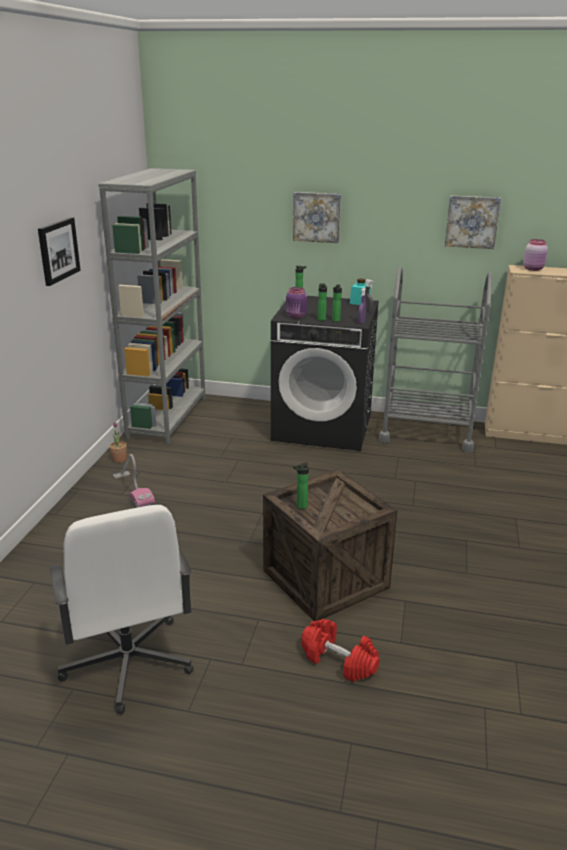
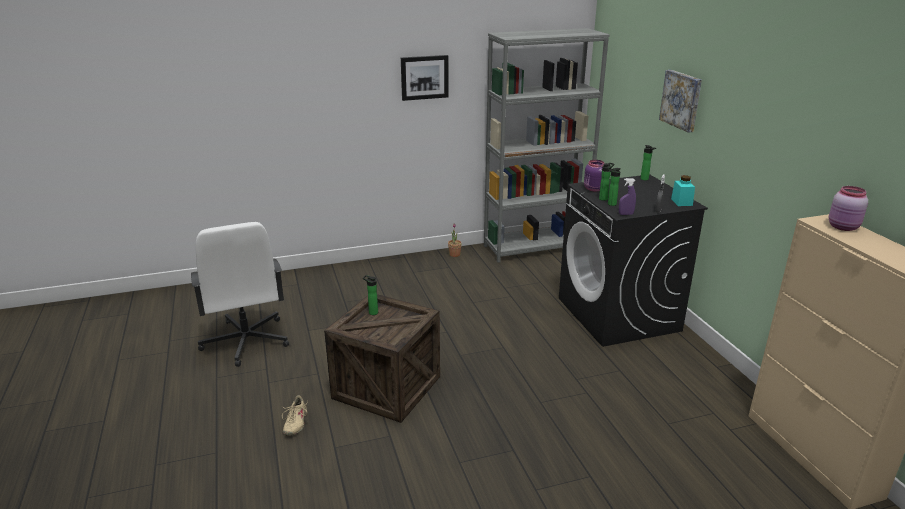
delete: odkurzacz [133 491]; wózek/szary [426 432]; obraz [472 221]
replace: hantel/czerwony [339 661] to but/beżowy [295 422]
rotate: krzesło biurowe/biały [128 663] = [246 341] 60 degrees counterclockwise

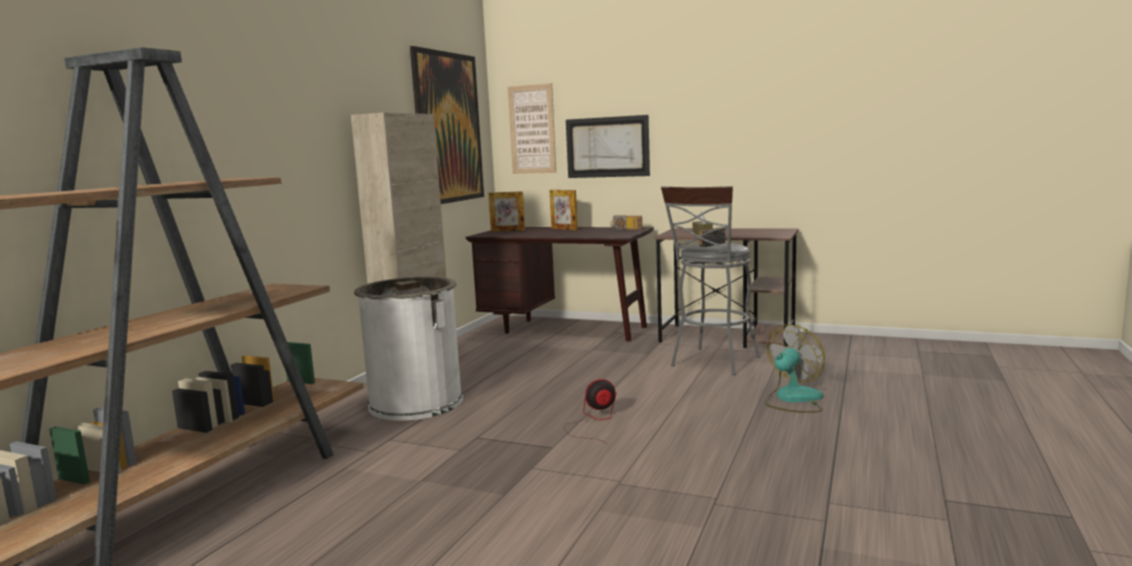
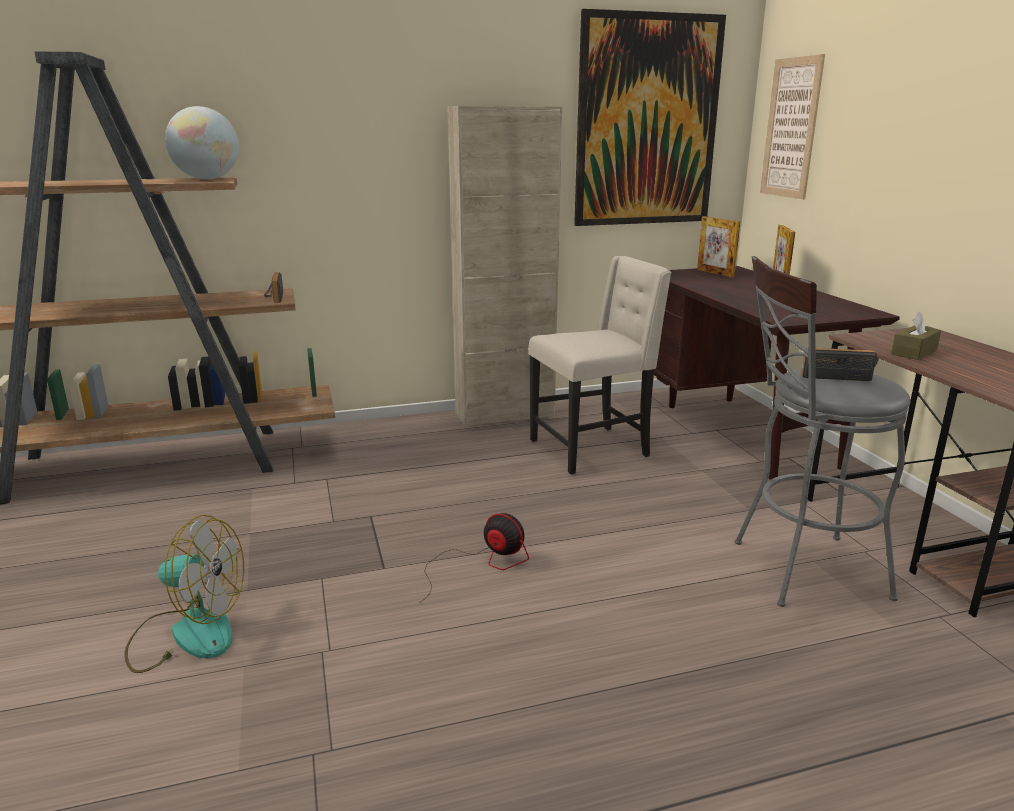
delete: kosz na śmieci/biały [416 402]; obraz [607 147]
insert: globus [207 179]; krzesło/beżowy [591 449]
move: radio [625 229] to [273 297]; wentylator [792 399] to [187 633]

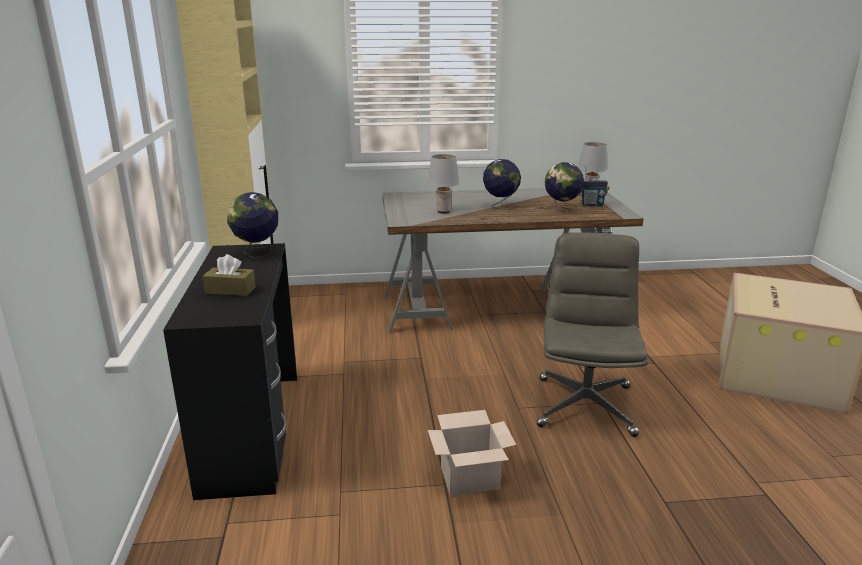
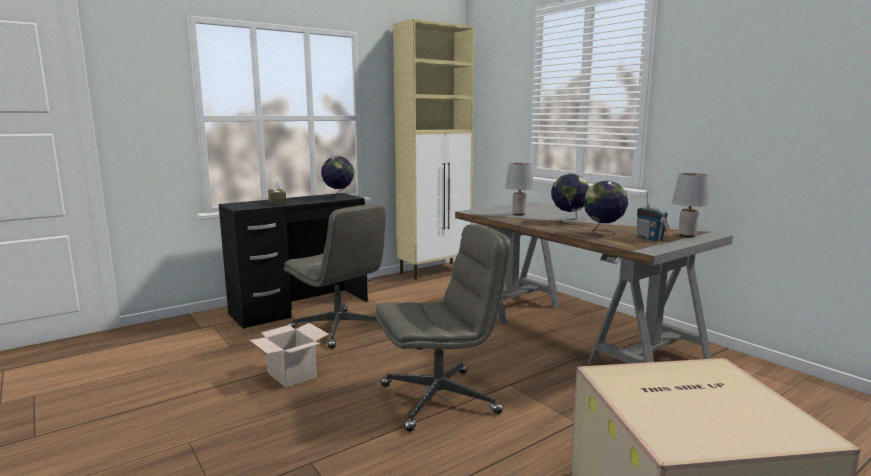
insert: krzesło biurowe/szary [339 329]

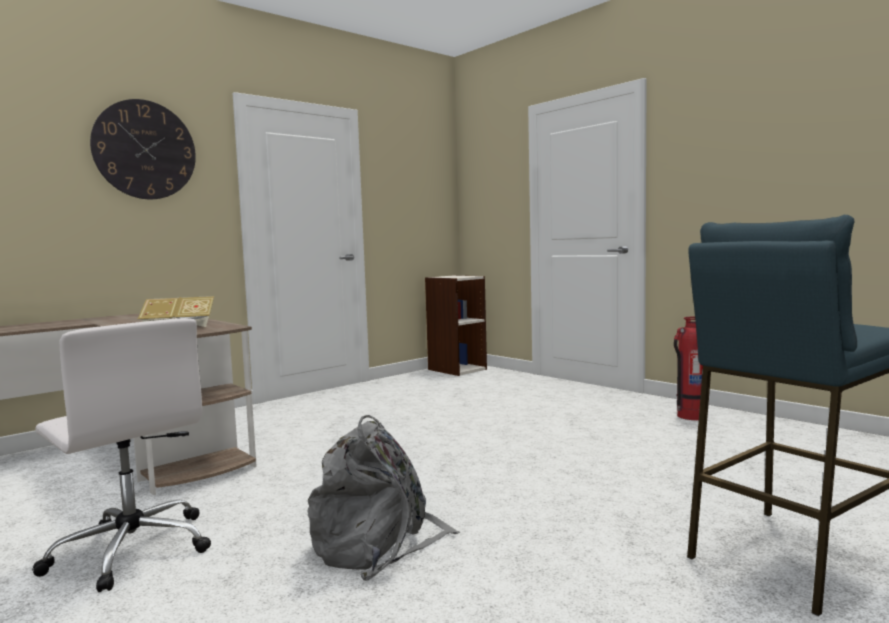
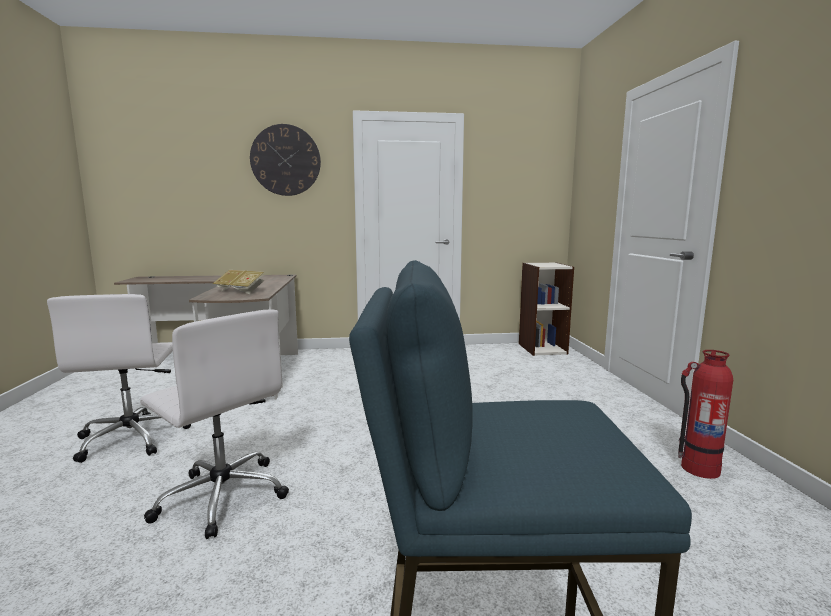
replace: plecak/szary [379 545] to krzesło biurowe/biały [222 496]

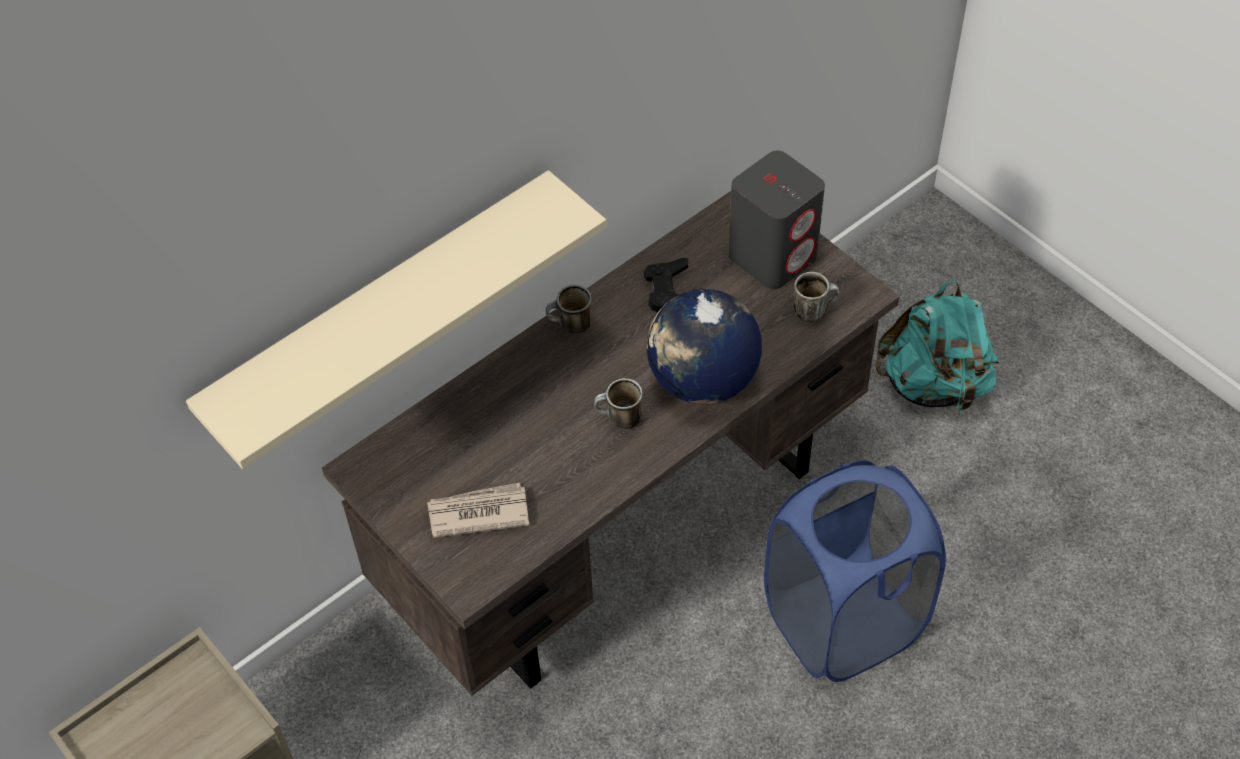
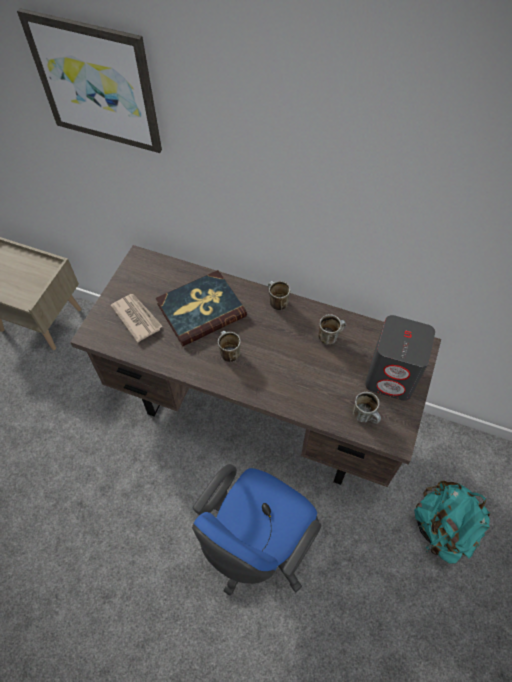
delete: półka/beżowy [382 310]; globus [702 381]
insert: obraz [97 83]; książka [201 310]
replace: pad do gier/czarny [669 291] to kubek [330 336]; kosz na pranie/niebieski [843 622] to krzesło biurowe/niebieski [257 546]

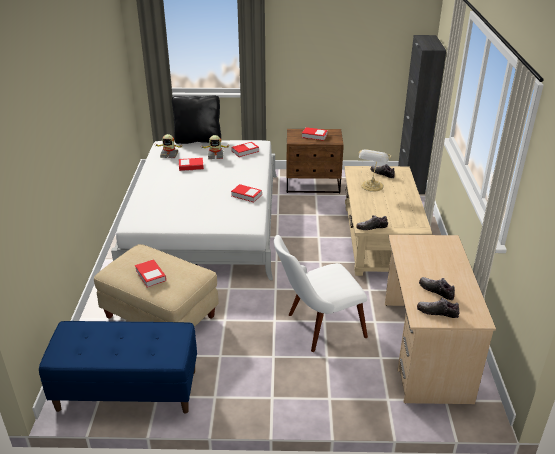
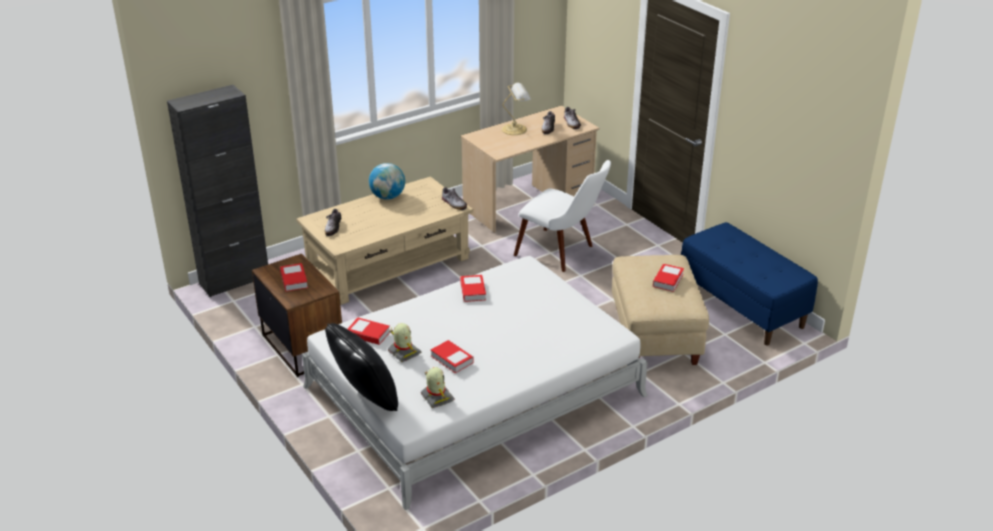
insert: globus [388 197]
move: lampa stołowa [372 186] to [515 129]

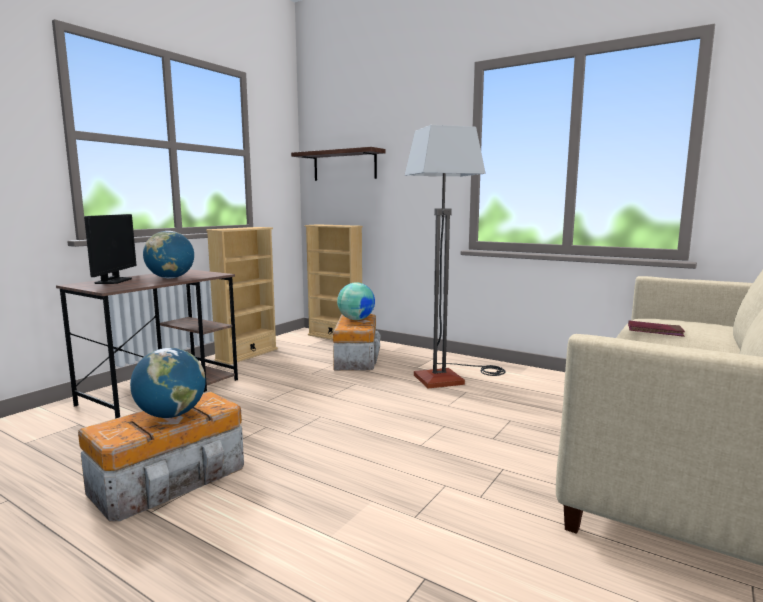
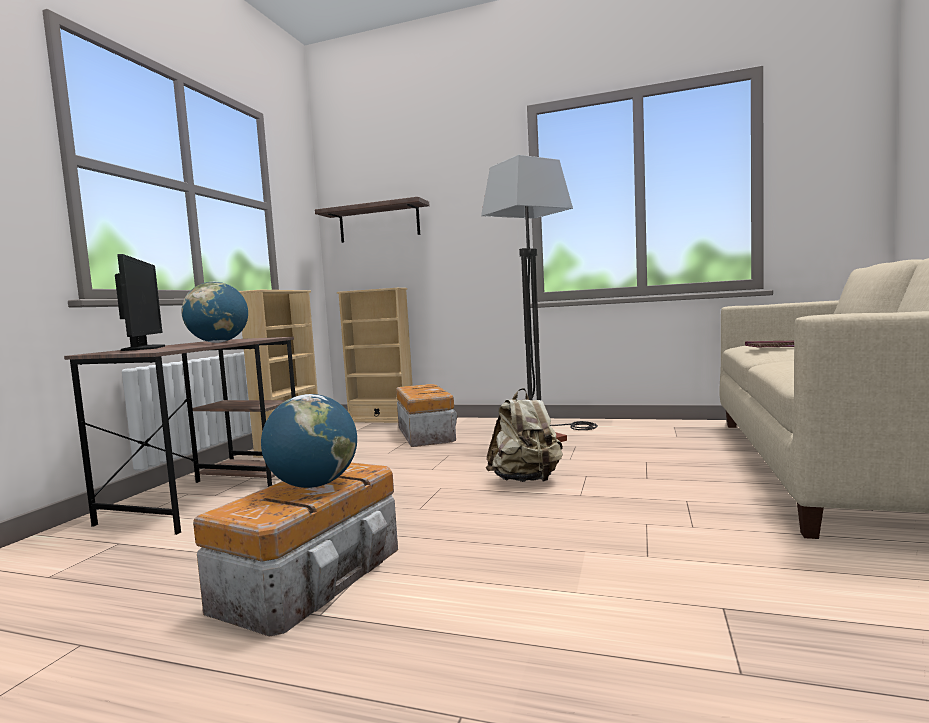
delete: globus [356 319]
insert: plecak/beżowy [526 480]

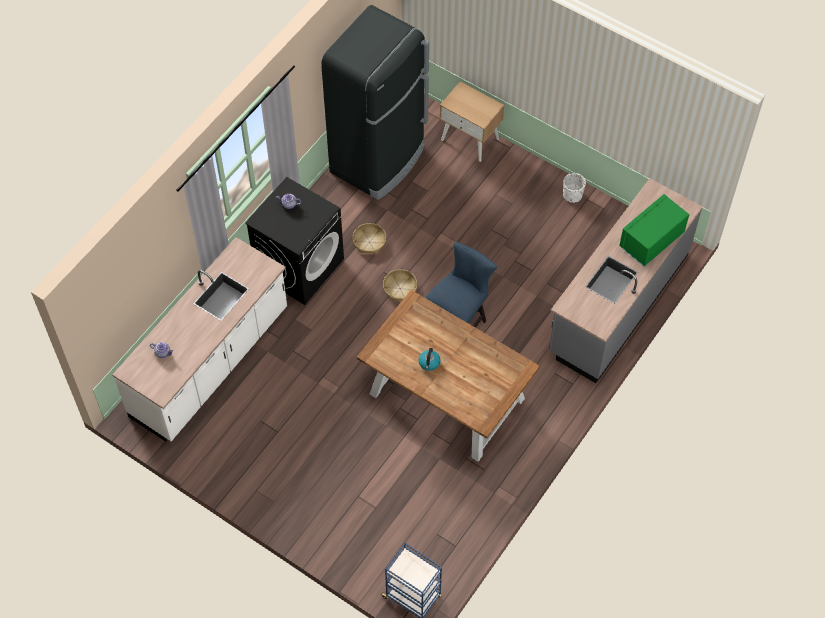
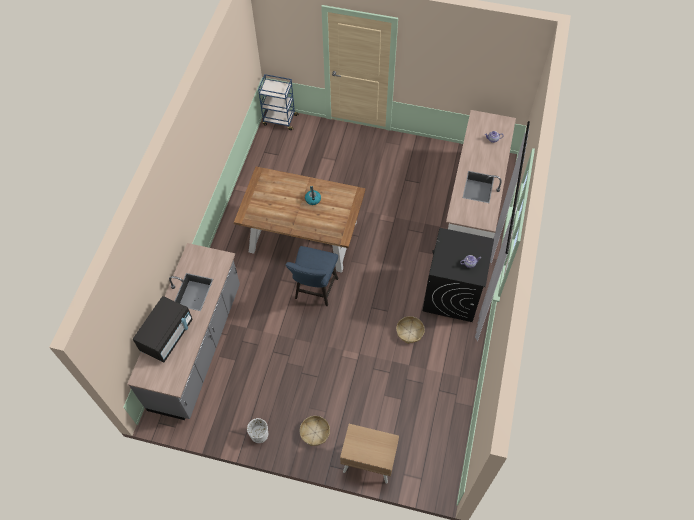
delete: lodówka/czarny [378 160]
move: koszyk [400 288] to [315 432]
recolor: mikrofalówka/zielony [651 240] to mikrofalówka/czarny [167 336]

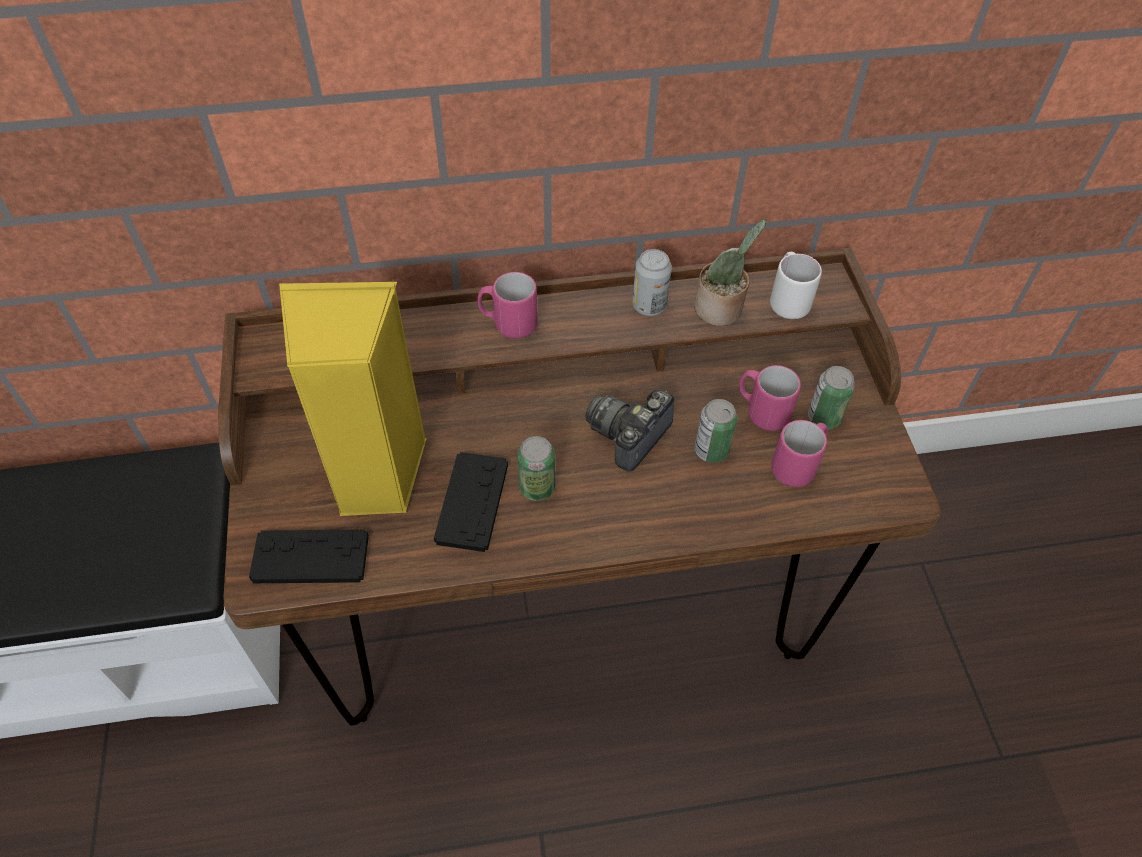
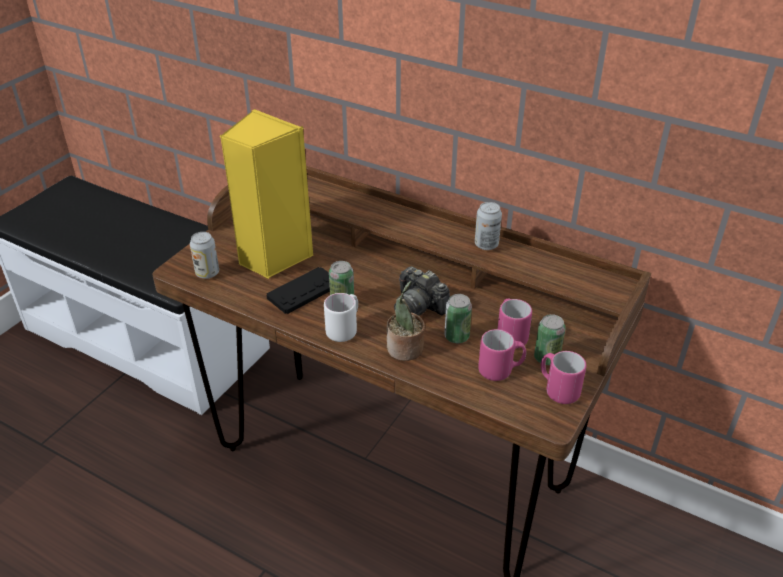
move: kubek/różowy [508 324] to [557 390]; roślina doniczkowa [721 310] to [405 350]; kubek/biały [787 300] to [344 329]
replace: pad do gier/czarny [310 558] to puszka [207 273]
rotate: aparat fotograficzny [630 435] = [418 307] 120 degrees counterclockwise

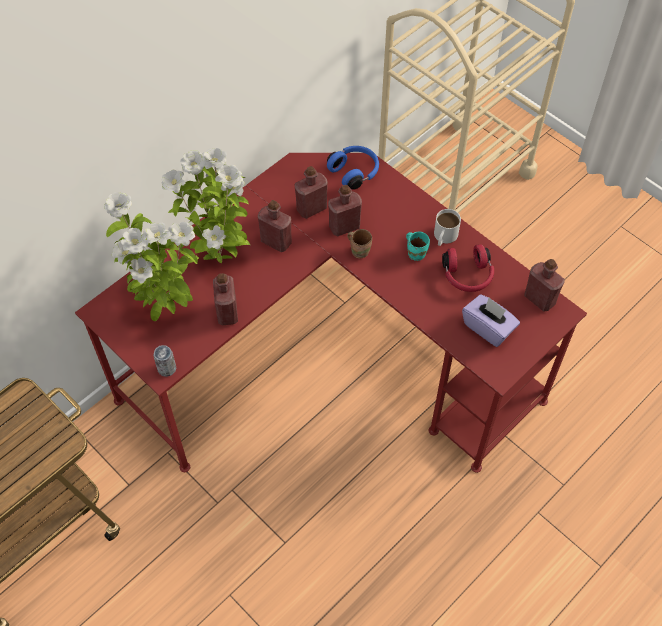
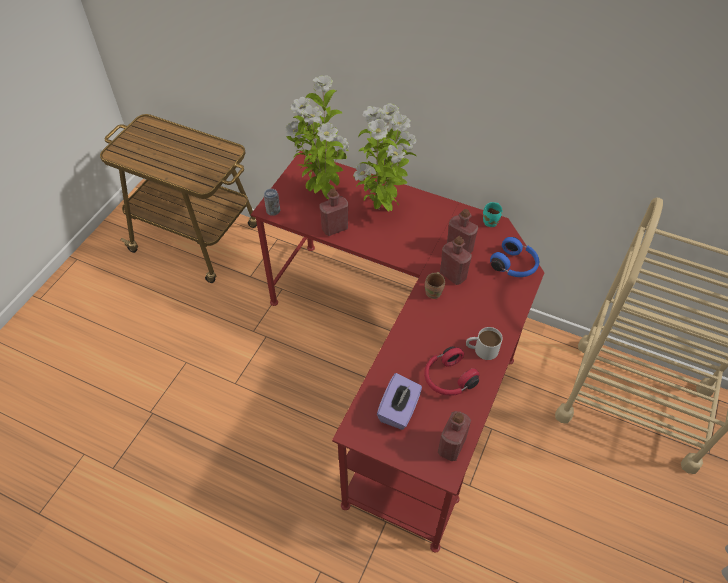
delete: butelka/czerwony [276 241]
move: kubek/turkusowy [416 253] to [491 222]

